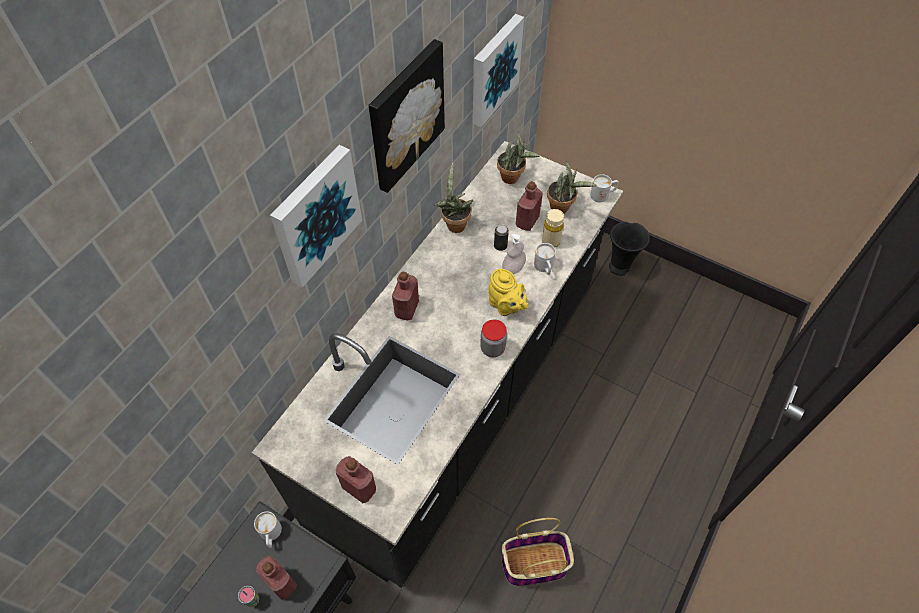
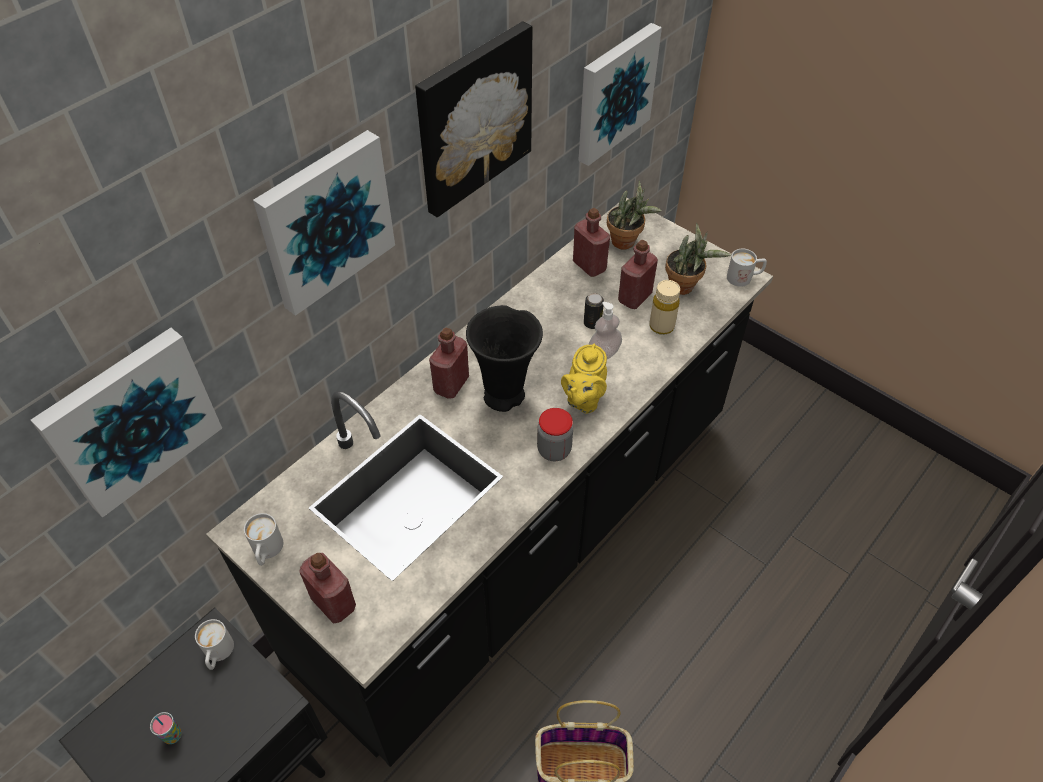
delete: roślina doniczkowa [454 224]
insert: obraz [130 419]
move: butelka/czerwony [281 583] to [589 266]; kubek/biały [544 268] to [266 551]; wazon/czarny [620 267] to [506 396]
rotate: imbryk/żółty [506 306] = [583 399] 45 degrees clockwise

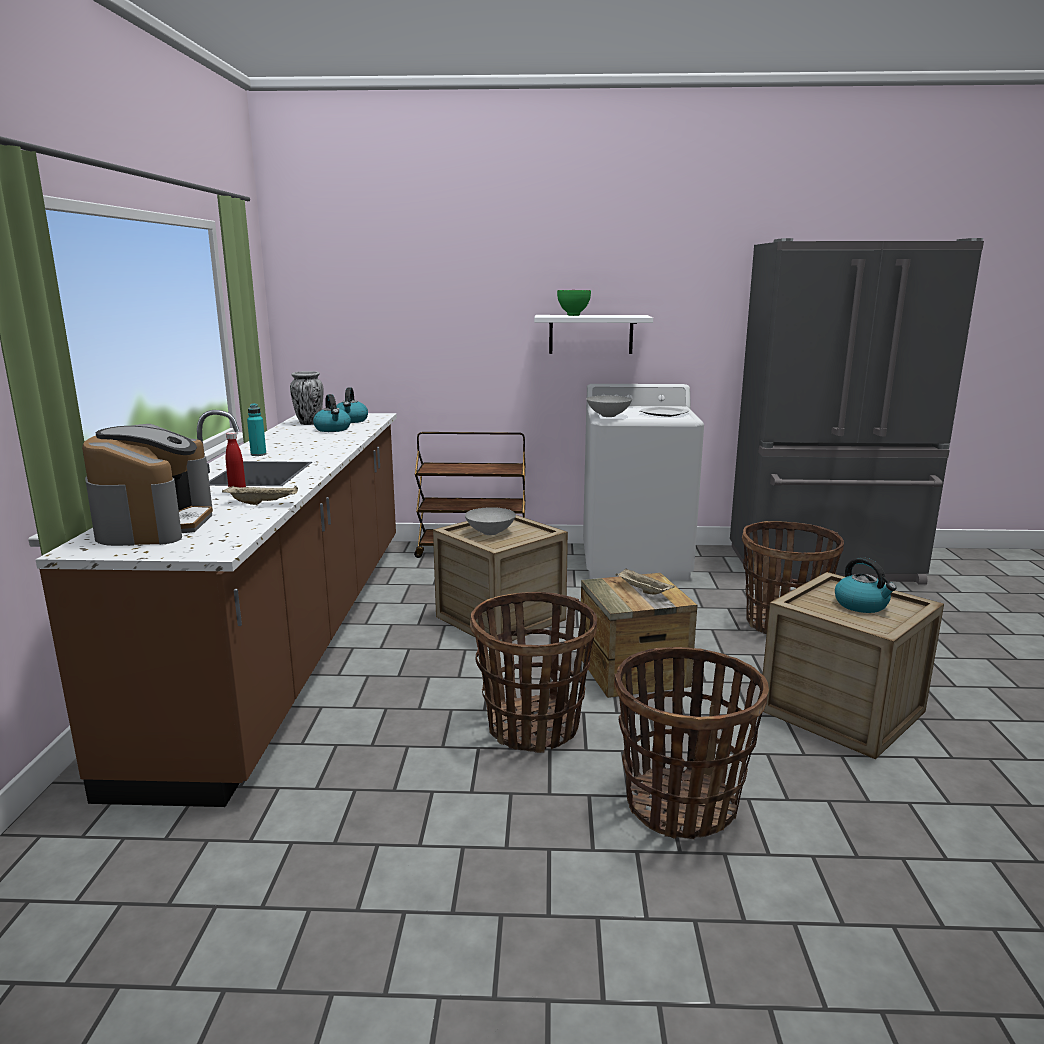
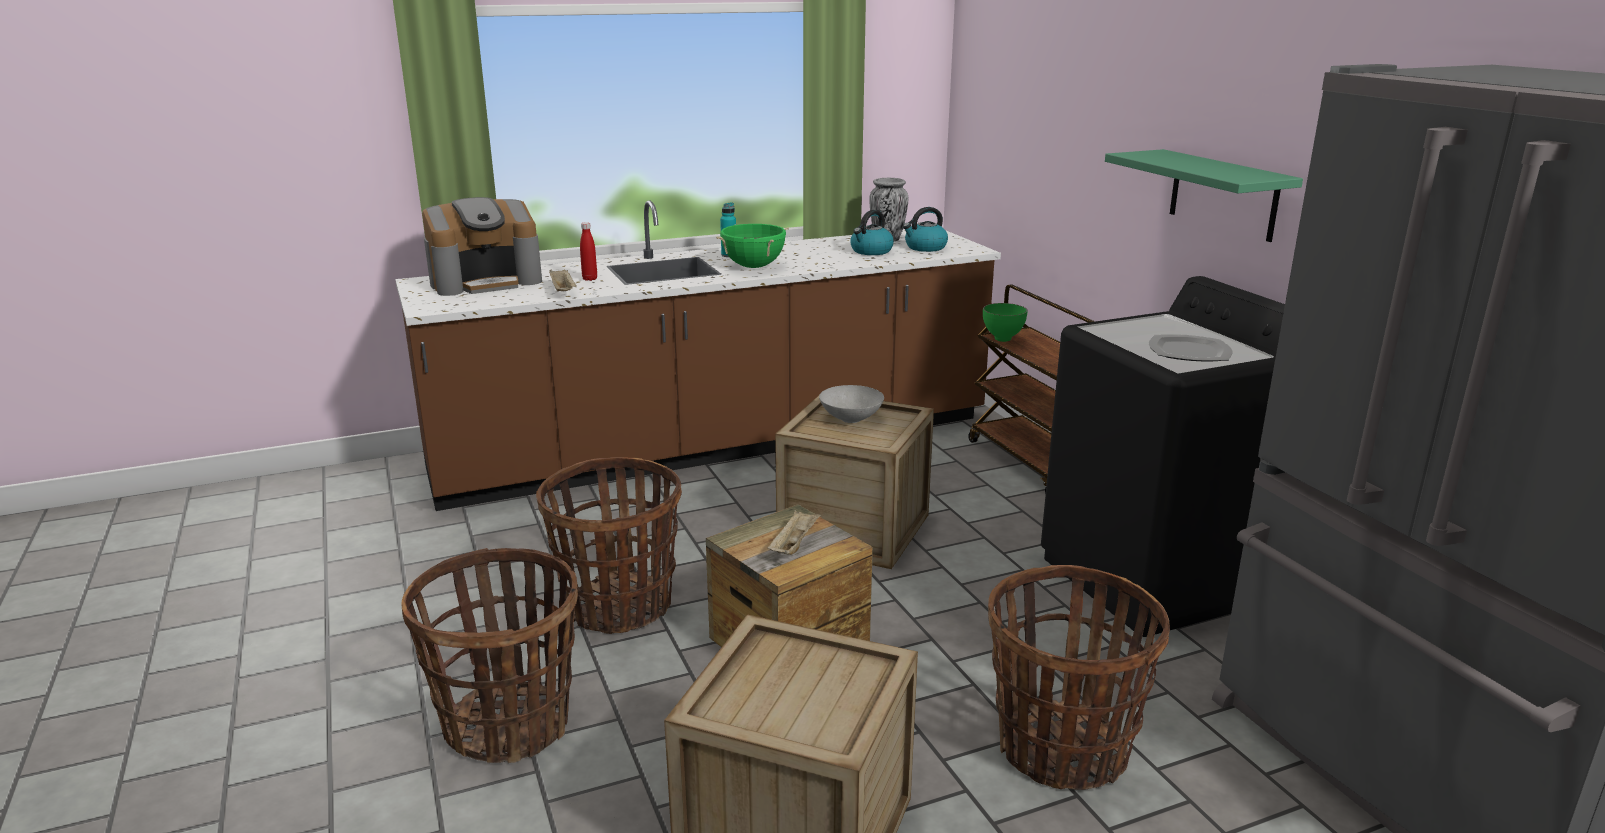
delete: miska/szary [609 415]; czajnik [862 605]
insert: garnek/zielony [753 267]
move: miska/zielony [574 315] to [1003 339]
recolor: półka/biały [591 334] to półka/zielony [1223 195]; pralka/biały [636 562] to pralka/czarny [1156 579]

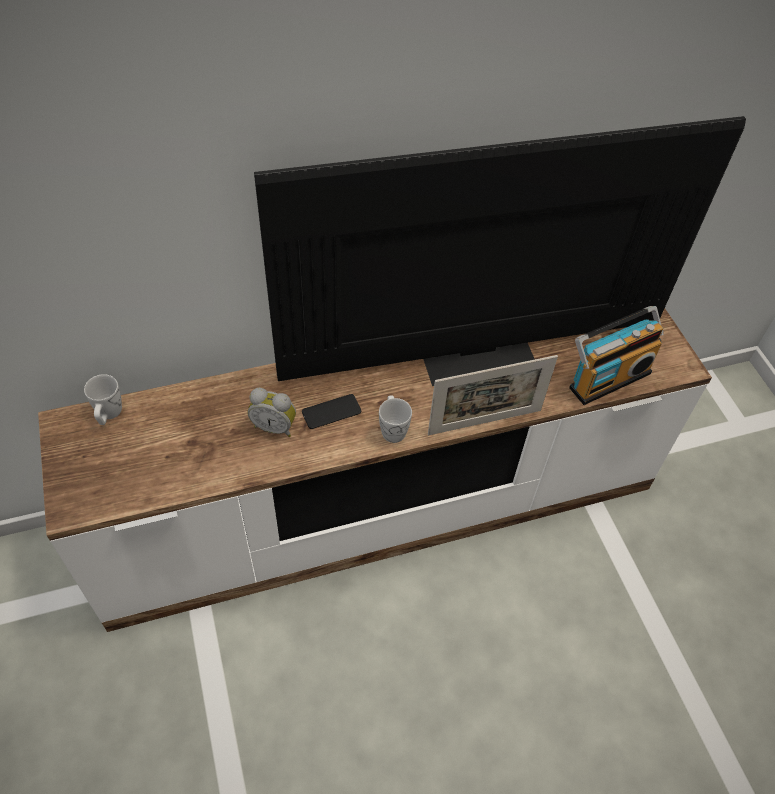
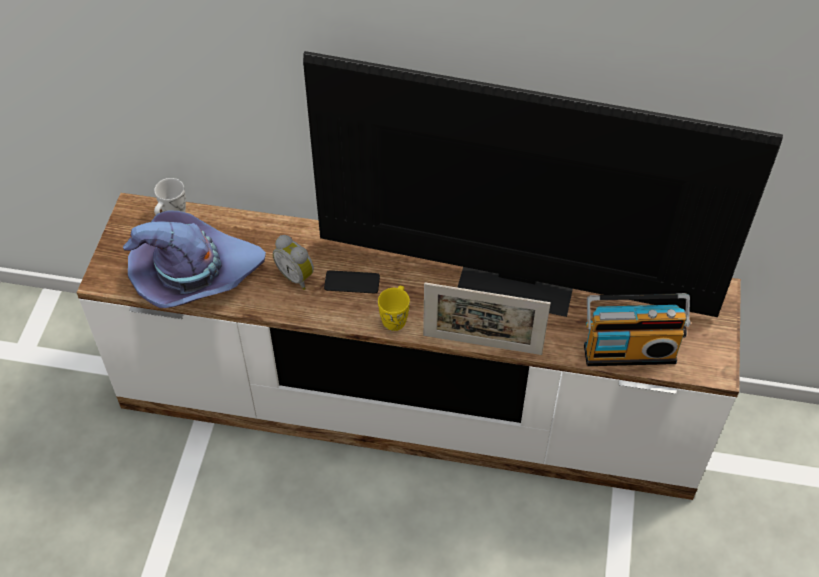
insert: kapelusz/fioletowy [193 274]
recolor: kubek/biały [392 428] to kubek/żółty [395 317]

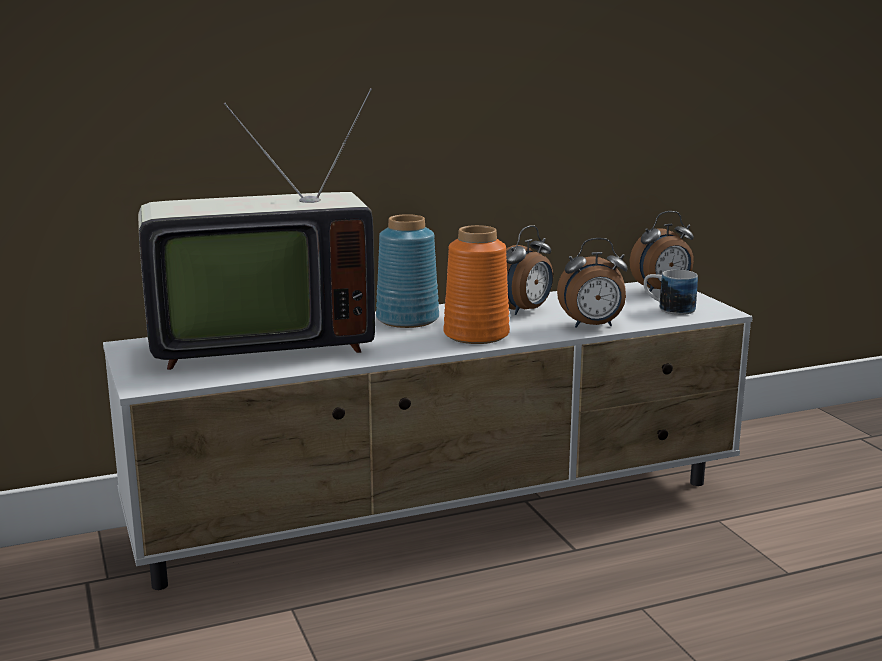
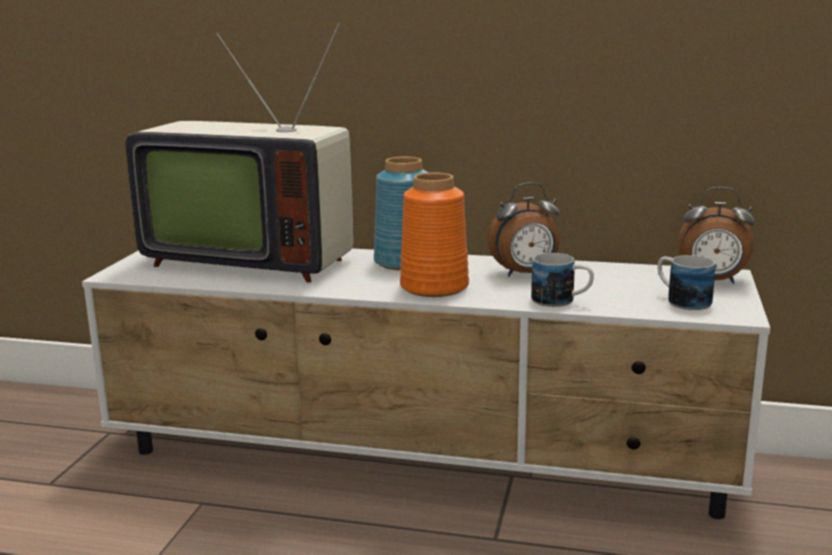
replace: budzik [592 326] to kubek [561 301]

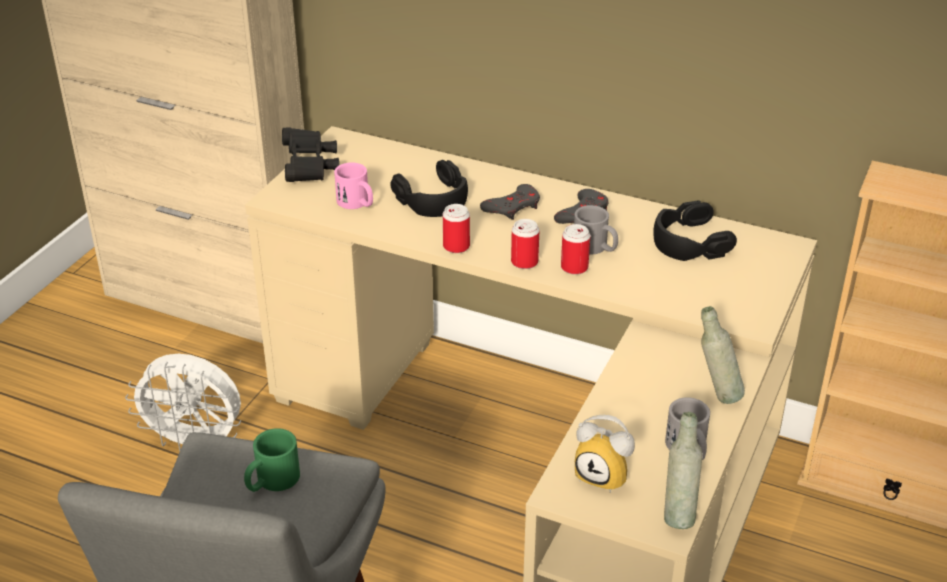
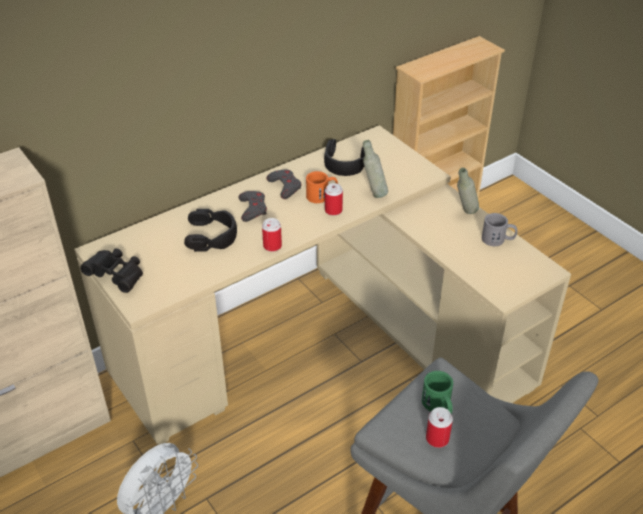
delete: kubek/różowy [357 203]; budzik [605 476]
move: puszka [524 262] to [437 439]; butelka/szary [678 514] to [373 193]
recolor: kubek/szary [596 248] to kubek/pomarańczowy [322 195]

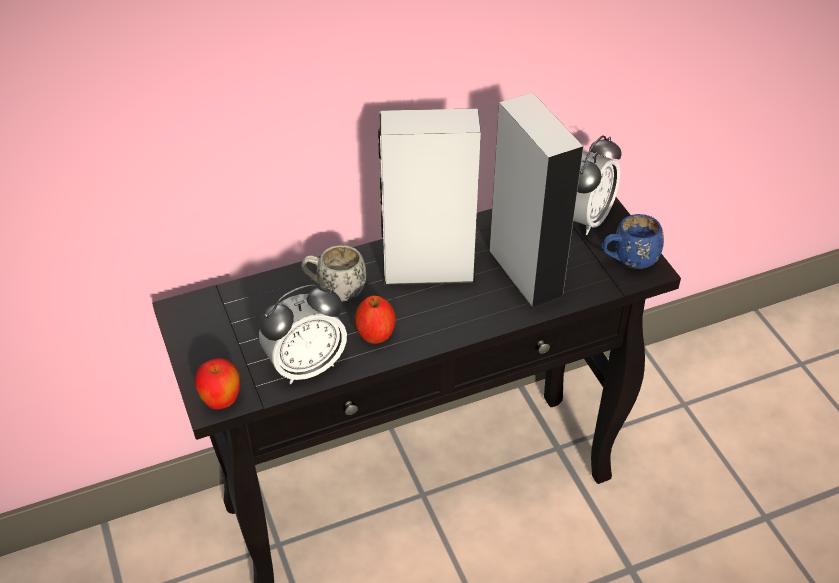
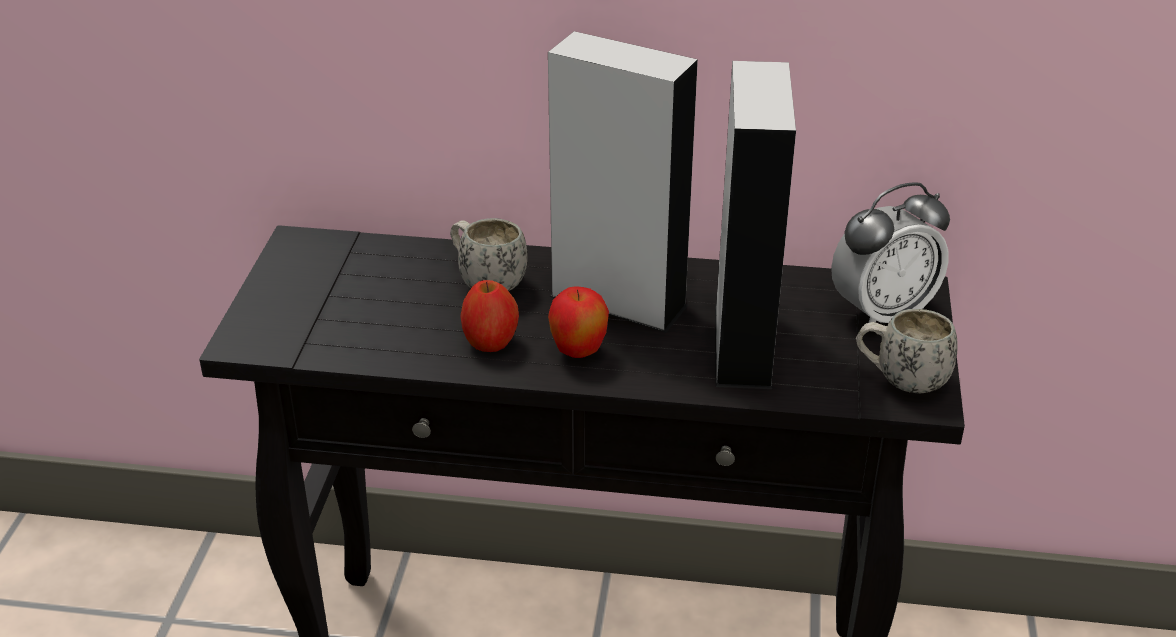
delete: budzik [306 366]
move: jabłko [221 401] to [578 352]
recolor: kubek/niebieski [628 261] to kubek/biały [900 380]

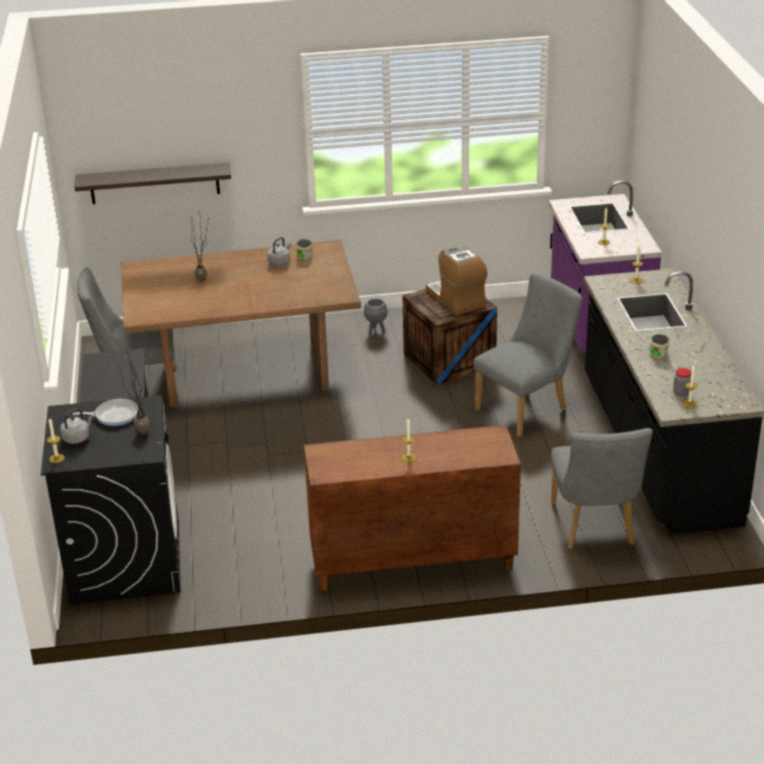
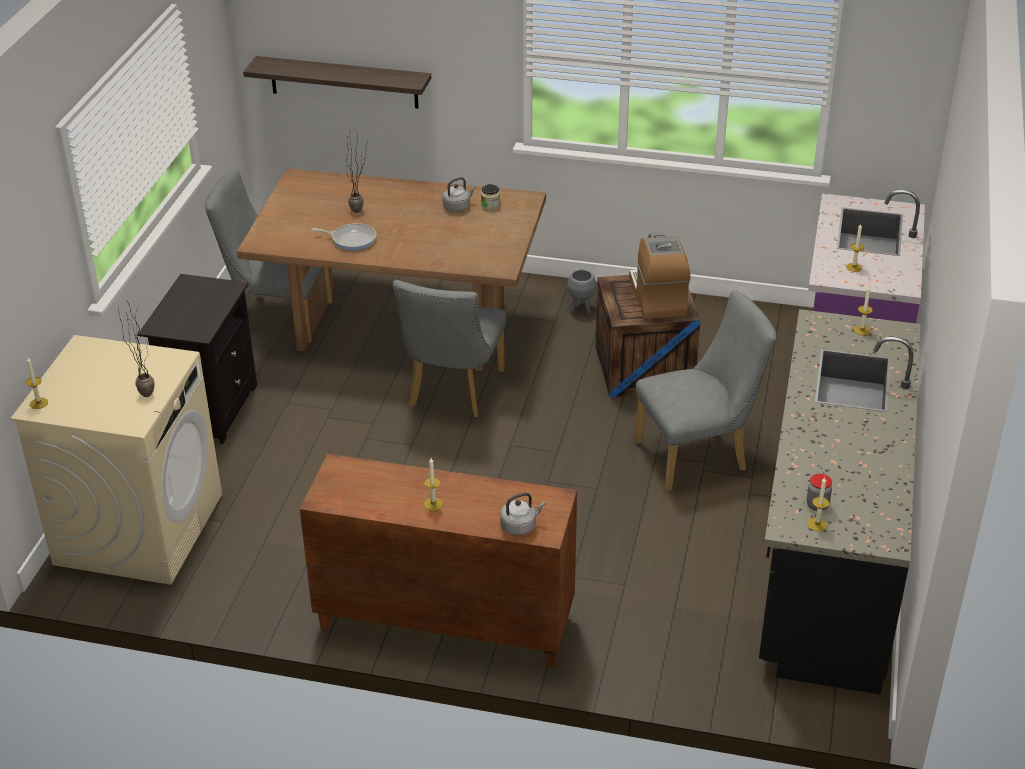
delete: słoik [658 354]
move: czajnik/szary [77 438] to [520 526]; patelnia [114 415] to [351 239]; krzesło/szary [594 528] to [453 392]
recolor: pralka/czarny [125 560] to pralka/beżowy [139 528]

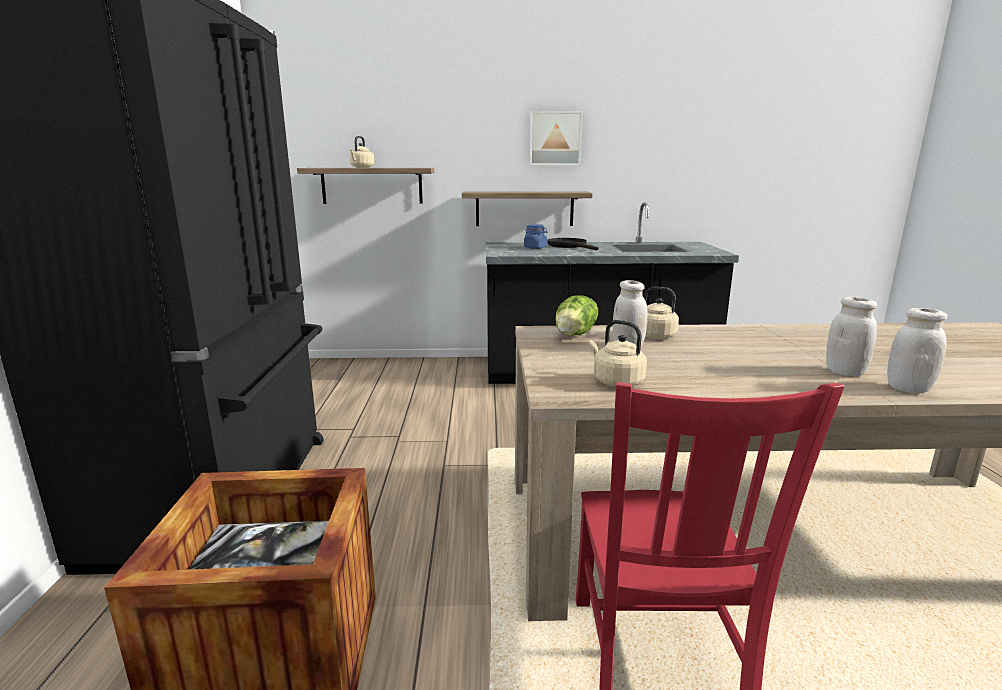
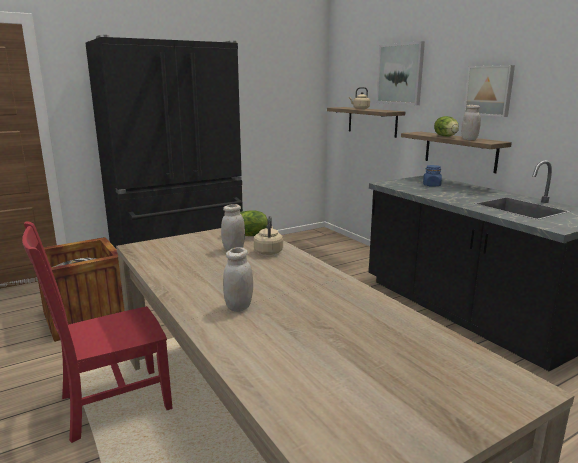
delete: patelnia/czarny [570 246]; czajnik/beżowy [616 381]
insert: obraz [400 74]; sałata [446 136]
move: słoik/biały [908 388] to [469 139]

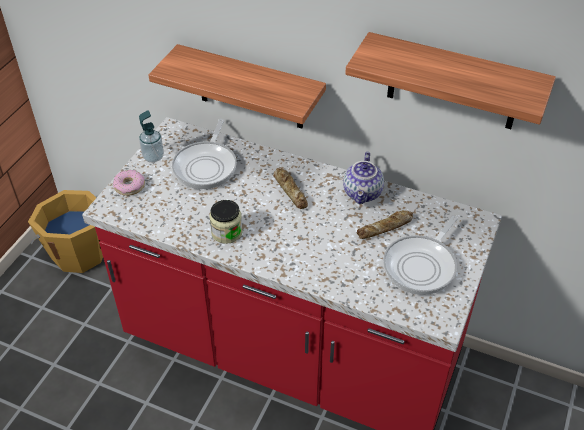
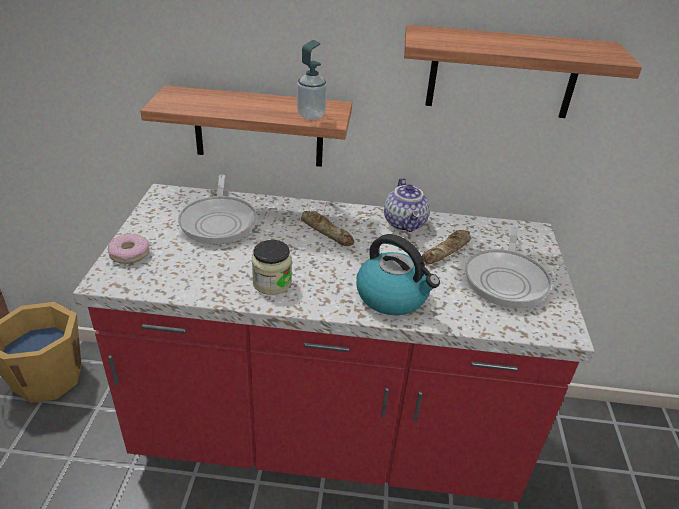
insert: czajnik [393 296]
move: dozownik mydła [153 157] to [311 115]

